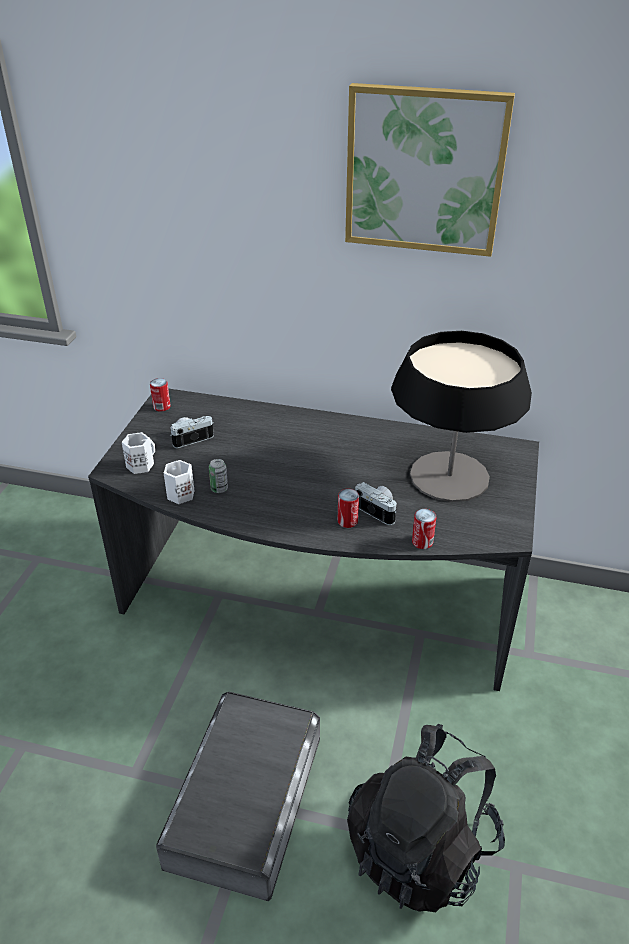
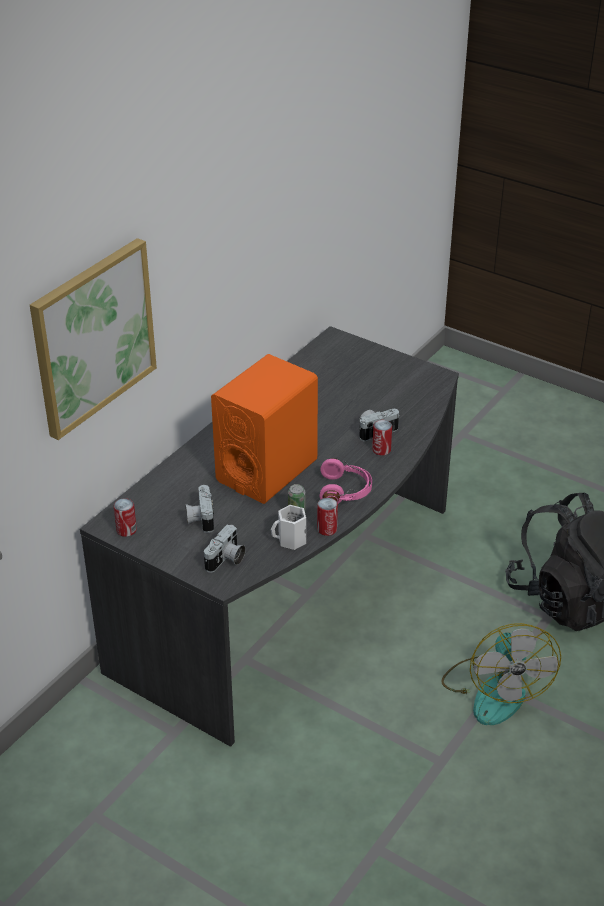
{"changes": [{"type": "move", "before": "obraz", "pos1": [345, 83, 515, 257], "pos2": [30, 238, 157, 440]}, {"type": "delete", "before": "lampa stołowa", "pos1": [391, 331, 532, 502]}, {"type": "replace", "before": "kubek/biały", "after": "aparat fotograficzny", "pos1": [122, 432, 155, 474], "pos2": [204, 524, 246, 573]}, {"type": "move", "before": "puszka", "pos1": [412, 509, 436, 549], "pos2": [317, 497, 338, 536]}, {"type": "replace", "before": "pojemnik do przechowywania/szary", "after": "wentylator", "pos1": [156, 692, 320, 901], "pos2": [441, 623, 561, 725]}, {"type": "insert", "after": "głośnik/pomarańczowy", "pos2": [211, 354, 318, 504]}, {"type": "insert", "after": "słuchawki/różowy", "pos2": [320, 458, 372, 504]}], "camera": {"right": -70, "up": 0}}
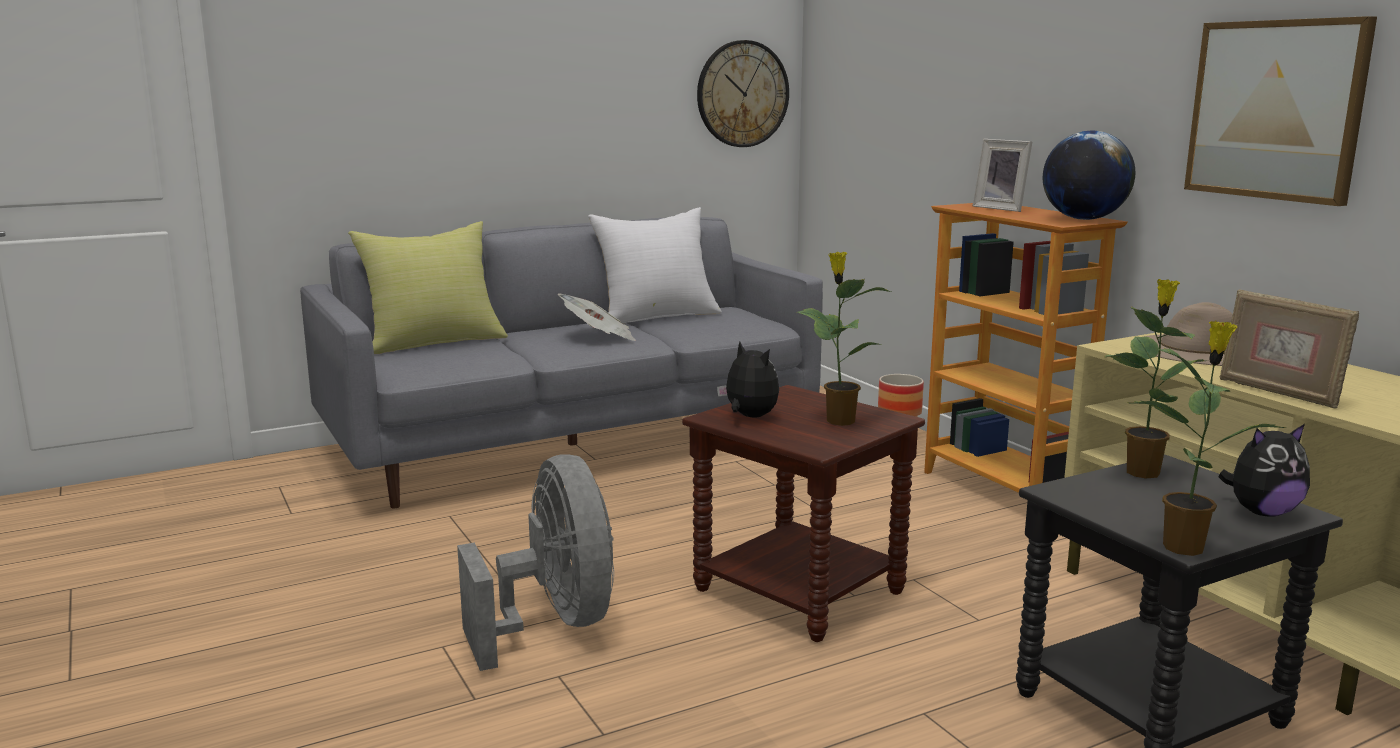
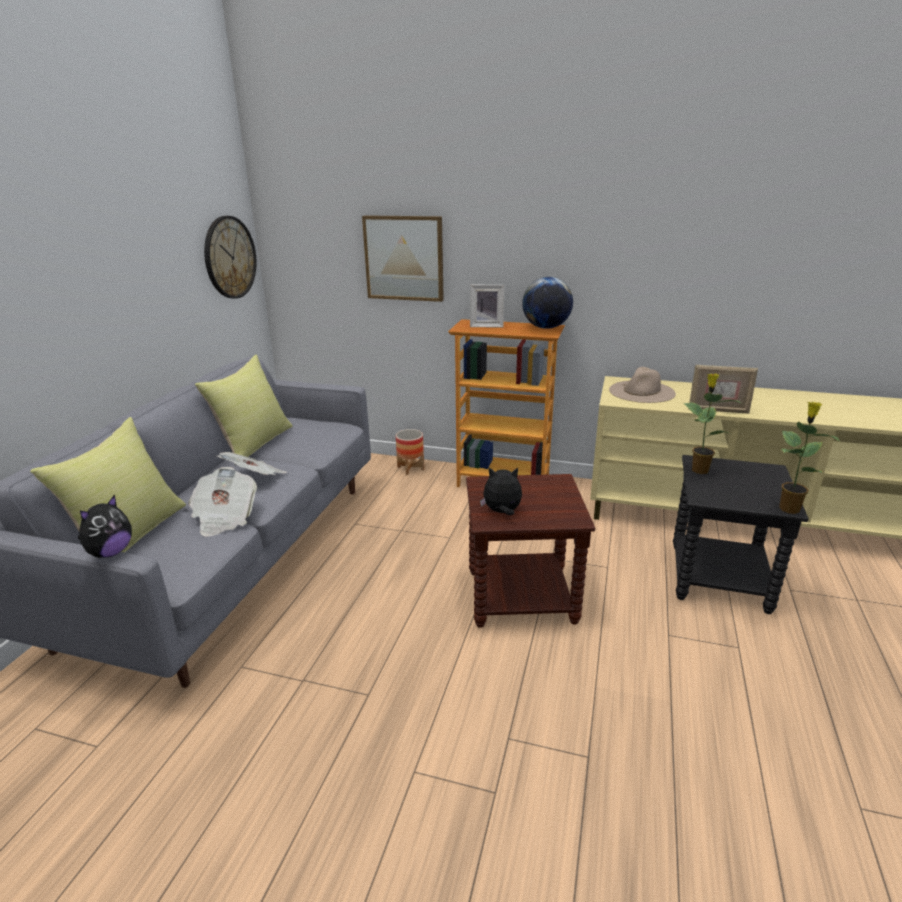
{"changes": [{"type": "move", "before": "obraz", "pos1": [1184, 16, 1377, 206], "pos2": [362, 215, 444, 302]}, {"type": "recolor", "before": "poduszka/biały", "after": "poduszka/żółty", "pos1": [588, 207, 722, 324], "pos2": [195, 355, 293, 465]}, {"type": "delete", "before": "roślina doniczkowa", "pos1": [797, 252, 891, 426]}, {"type": "move", "before": "pluszak", "pos1": [1218, 424, 1310, 517], "pos2": [78, 495, 132, 558]}, {"type": "delete", "before": "wentylator/szary", "pos1": [457, 454, 614, 671]}, {"type": "insert", "after": "gazeta", "pos2": [188, 467, 257, 537]}], "camera": {"right": -45, "up": 10}}
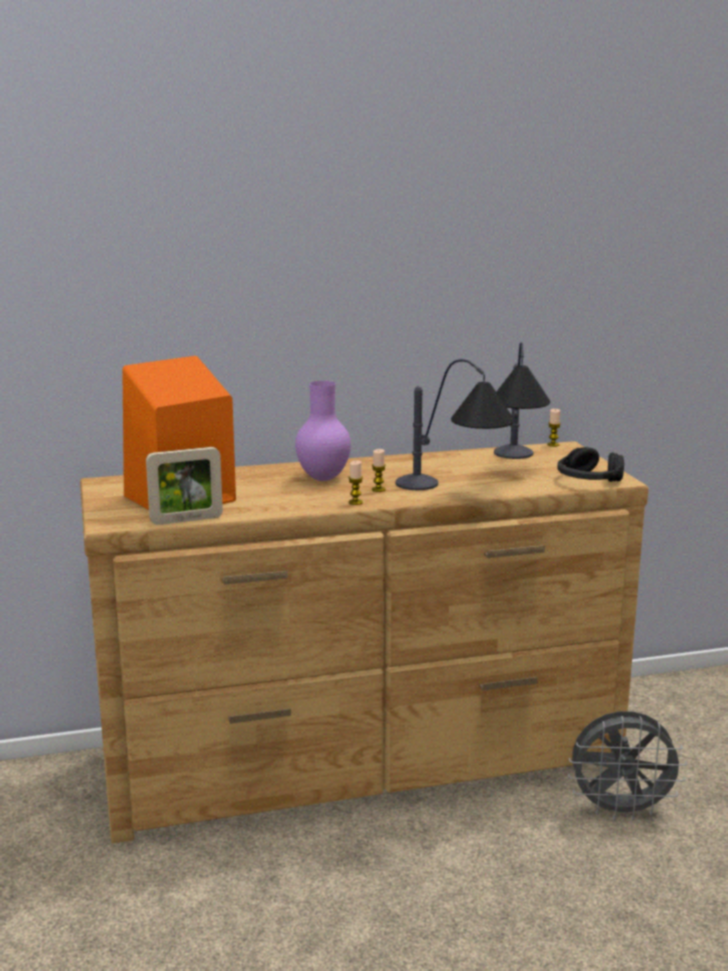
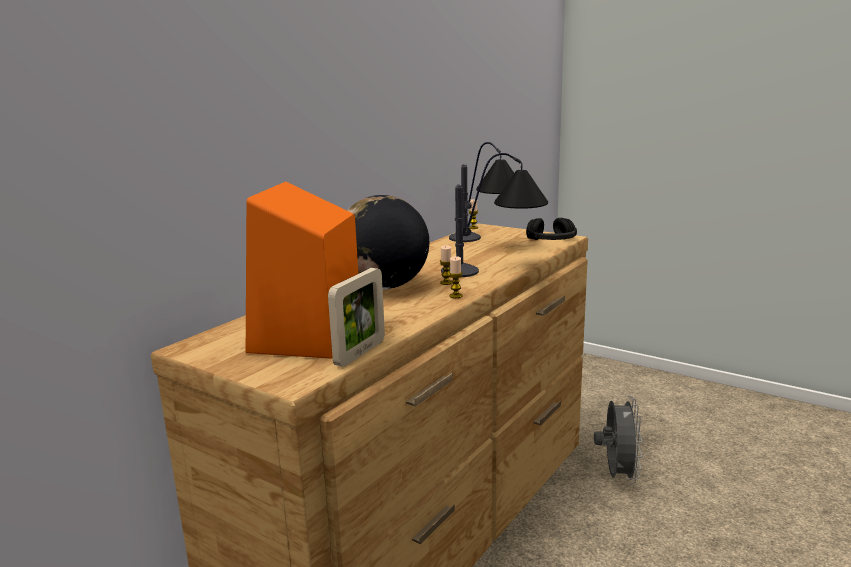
{"changes": [{"type": "replace", "before": "wazon/fioletowy", "after": "globus", "pos1": [295, 381, 351, 481], "pos2": [347, 195, 429, 290]}, {"type": "rotate", "before": "wentylator/szary", "pos1": [568, 711, 687, 821], "pos2": [594, 396, 642, 484], "turn": -45}], "camera": {"right": -40, "up": 0}}
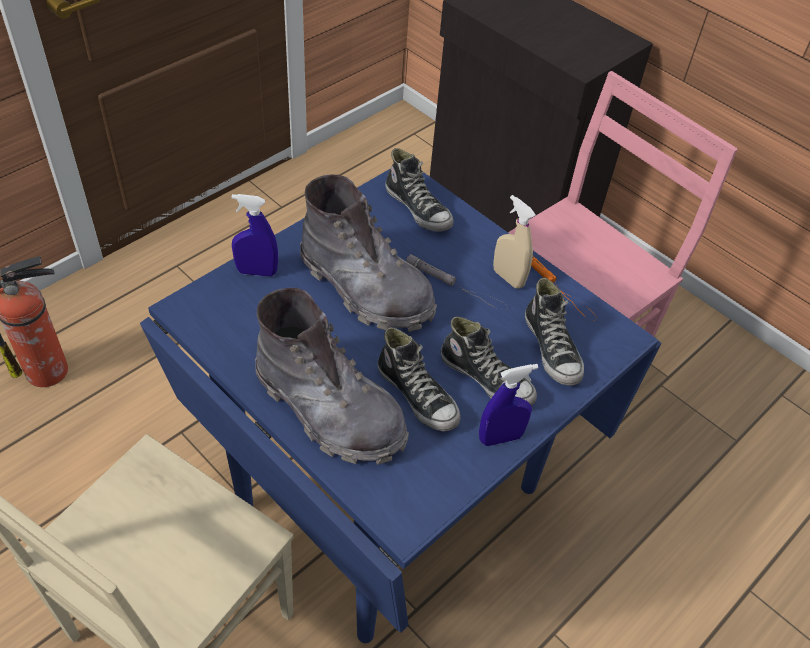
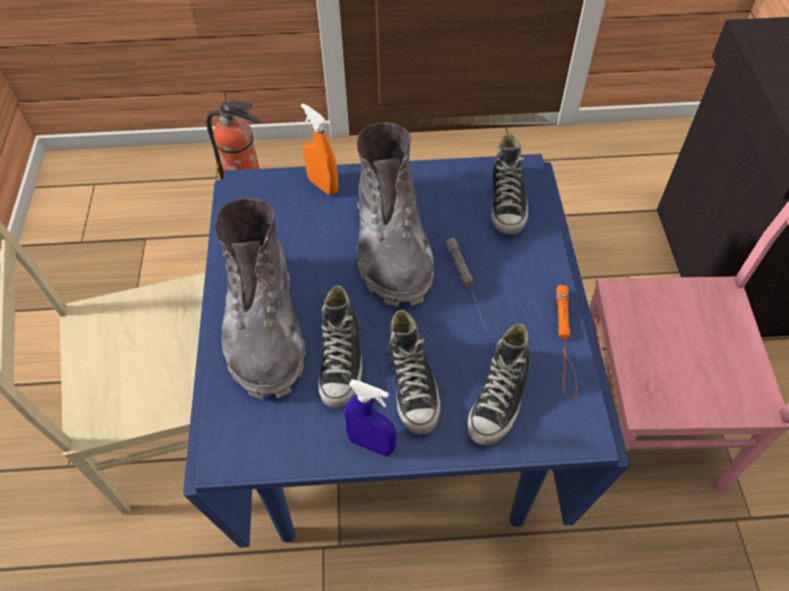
{"changes": [{"type": "recolor", "before": "spryskiwacz/niebieski", "after": "spryskiwacz/pomarańczowy", "pos1": [231, 194, 278, 277], "pos2": [301, 103, 338, 195]}, {"type": "delete", "before": "spryskiwacz/beżowy", "pos1": [493, 195, 536, 289]}], "camera": {"right": 45, "up": 5}}
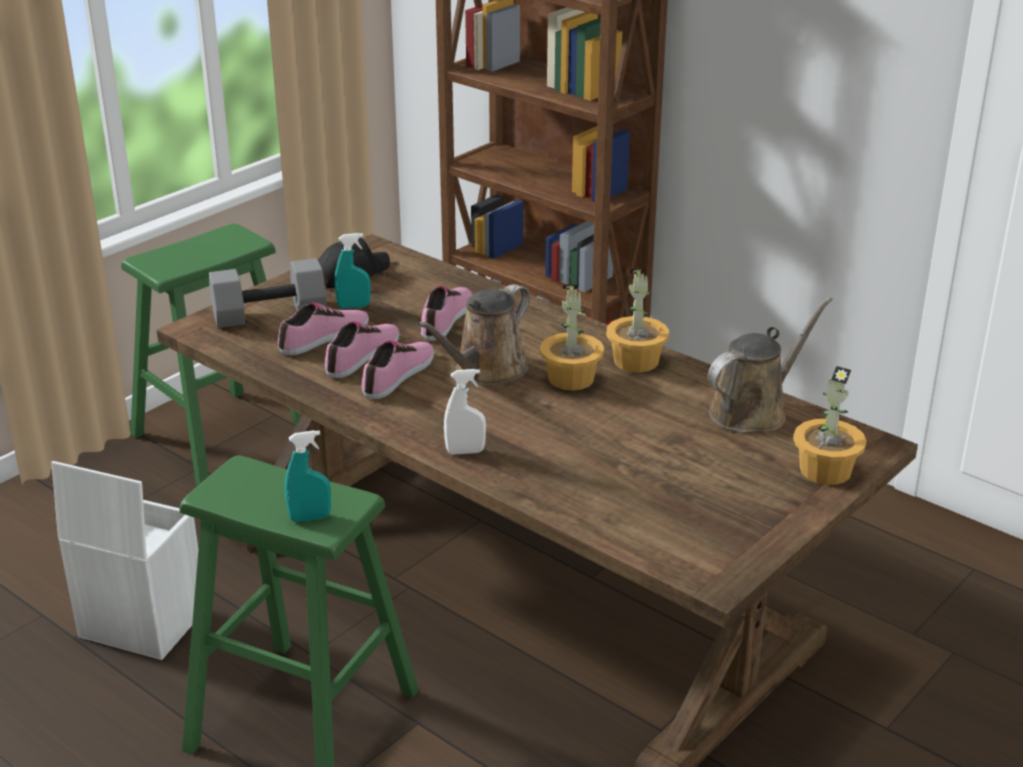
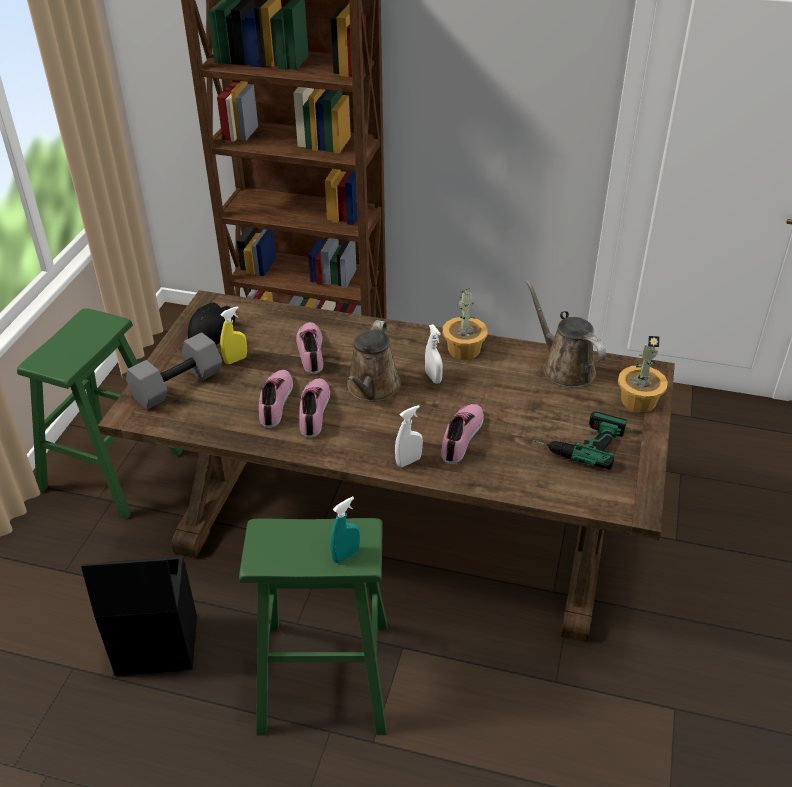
{"changes": [{"type": "recolor", "before": "spryskiwacz/turkusowy", "after": "spryskiwacz/żółty", "pos1": [335, 233, 371, 309], "pos2": [220, 306, 247, 364]}, {"type": "replace", "before": "roślina doniczkowa", "after": "spryskiwacz/biały", "pos1": [540, 285, 604, 391], "pos2": [425, 324, 443, 384]}, {"type": "rotate", "before": "konewka/brązowy", "pos1": [708, 297, 833, 433], "pos2": [525, 280, 606, 388], "turn": -60}, {"type": "move", "before": "but", "pos1": [278, 302, 369, 355], "pos2": [441, 404, 484, 464]}, {"type": "recolor", "before": "pojemnik do przechowywania/biały", "after": "pojemnik do przechowywania/czarny", "pos1": [51, 461, 198, 660], "pos2": [81, 556, 197, 676]}, {"type": "insert", "after": "wiertarka", "pos2": [533, 412, 627, 470]}], "camera": {"right": -25, "up": 10}}
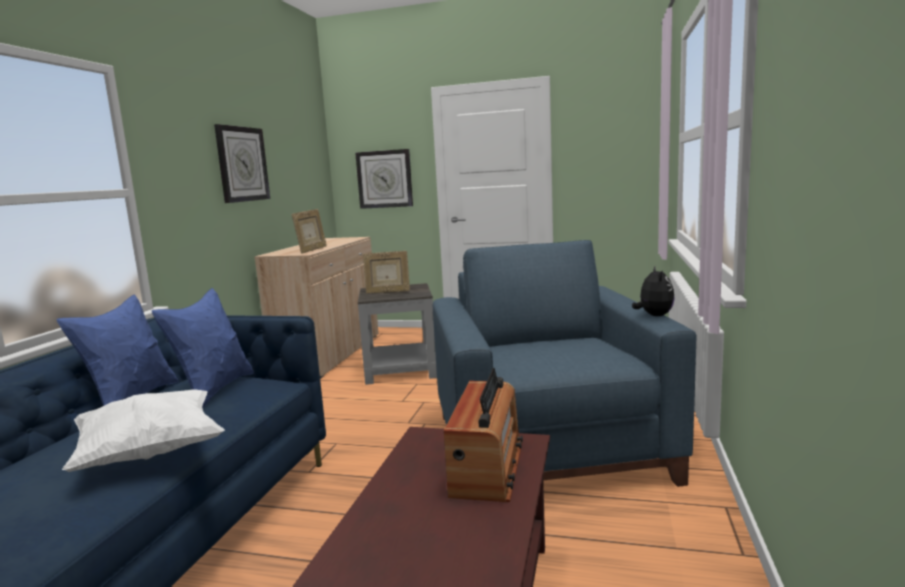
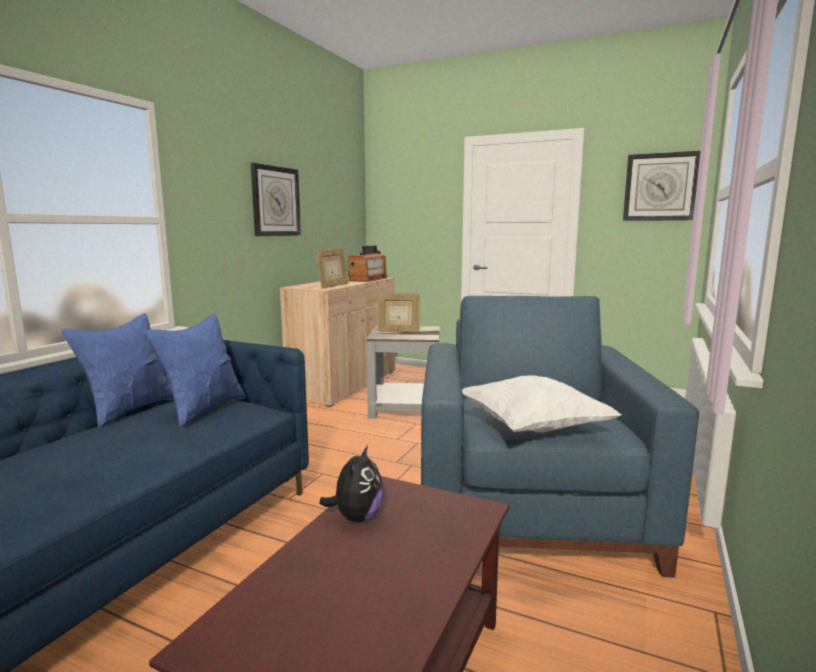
{"changes": [{"type": "move", "before": "zegar ścienny", "pos1": [355, 149, 413, 209], "pos2": [623, 151, 701, 221]}, {"type": "move", "before": "pluszak", "pos1": [632, 267, 675, 316], "pos2": [319, 445, 383, 522]}, {"type": "move", "before": "radio", "pos1": [444, 368, 523, 502], "pos2": [348, 246, 387, 282]}, {"type": "move", "before": "poduszka/biały", "pos1": [62, 389, 225, 472], "pos2": [462, 375, 622, 433]}], "camera": {"right": 10, "up": 0}}
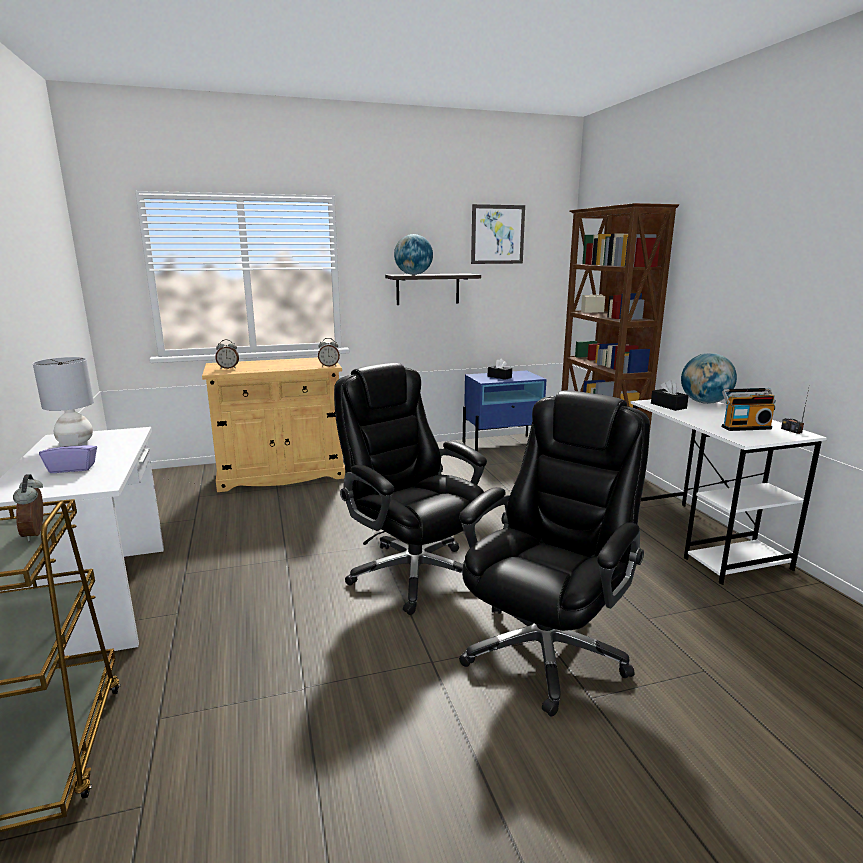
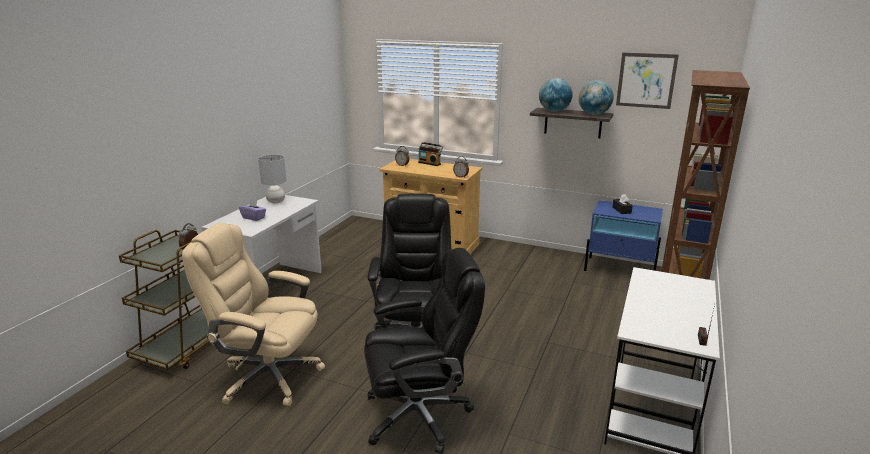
{"changes": [{"type": "move", "before": "globus", "pos1": [681, 353, 737, 404], "pos2": [579, 80, 614, 115]}, {"type": "delete", "before": "pudełko chusteczek/czarny", "pos1": [651, 380, 689, 411]}, {"type": "move", "before": "radio", "pos1": [722, 388, 776, 431], "pos2": [418, 142, 443, 166]}, {"type": "insert", "after": "krzesło biurowe/beżowy", "pos2": [182, 223, 325, 406]}], "camera": {"right": 40, "up": 5}}
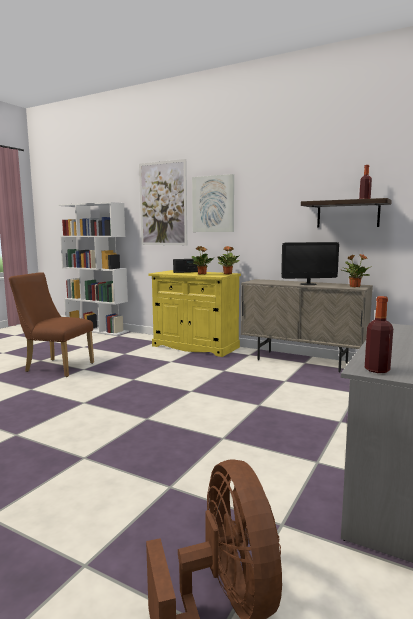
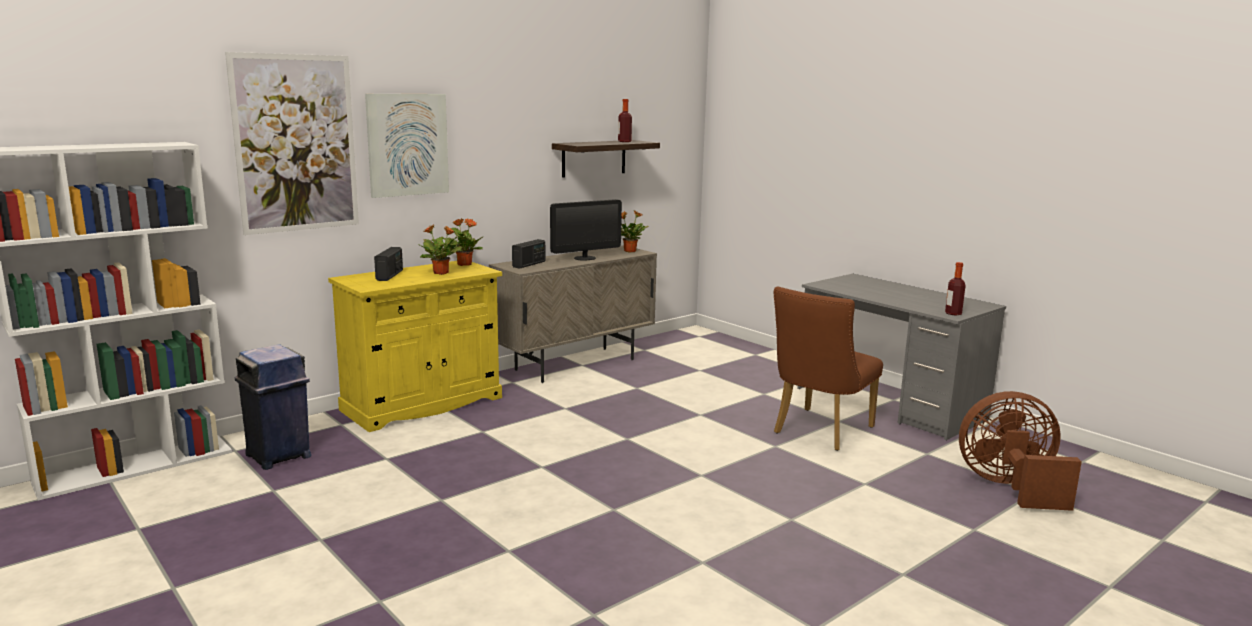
{"changes": [{"type": "rotate", "before": "monitor", "pos1": [281, 242, 339, 285], "pos2": [550, 199, 622, 261], "turn": 45}, {"type": "move", "before": "krzesło/brązowy", "pos1": [9, 272, 94, 377], "pos2": [774, 287, 883, 451]}, {"type": "insert", "after": "radio", "pos2": [512, 239, 545, 268]}, {"type": "insert", "after": "kosz na śmieci/niebieski", "pos2": [235, 344, 311, 470]}], "camera": {"right": -70, "up": 5}}
